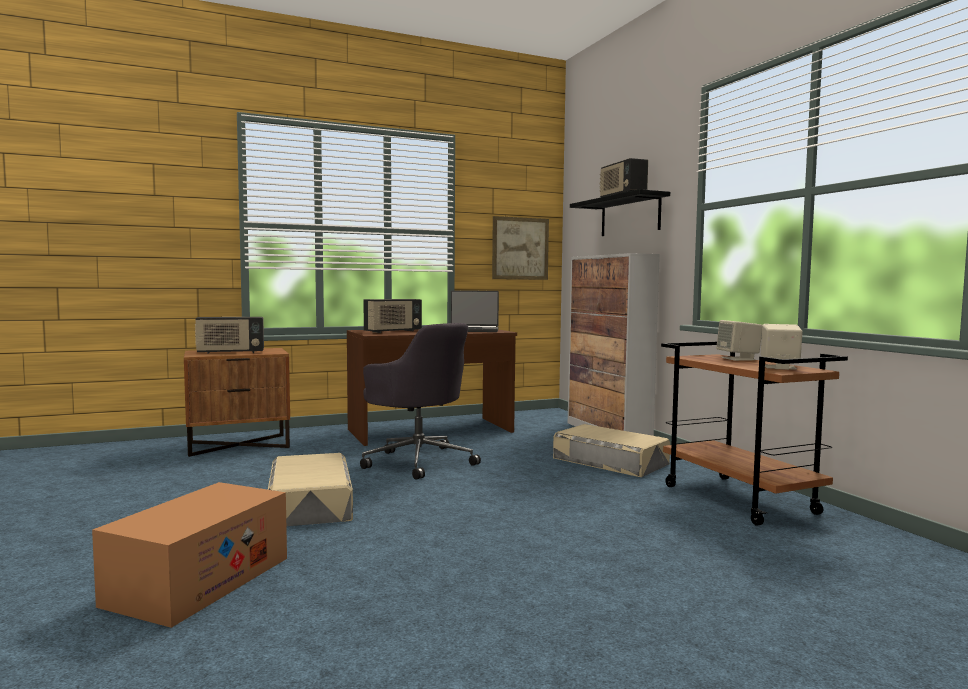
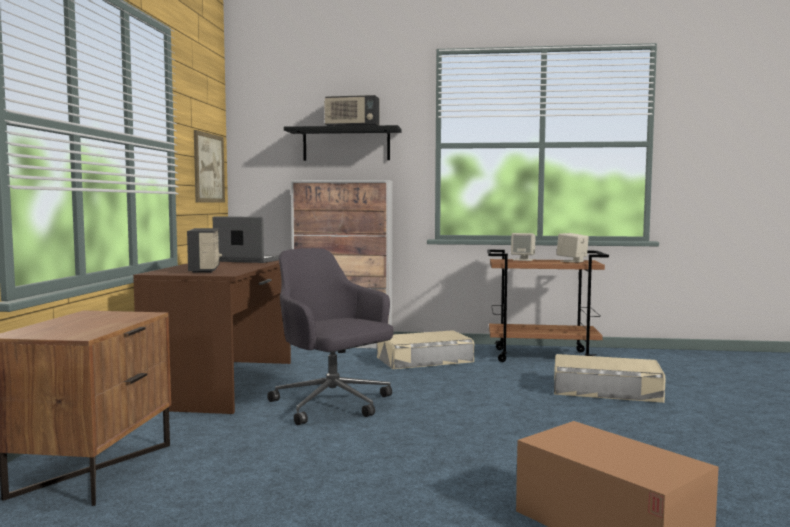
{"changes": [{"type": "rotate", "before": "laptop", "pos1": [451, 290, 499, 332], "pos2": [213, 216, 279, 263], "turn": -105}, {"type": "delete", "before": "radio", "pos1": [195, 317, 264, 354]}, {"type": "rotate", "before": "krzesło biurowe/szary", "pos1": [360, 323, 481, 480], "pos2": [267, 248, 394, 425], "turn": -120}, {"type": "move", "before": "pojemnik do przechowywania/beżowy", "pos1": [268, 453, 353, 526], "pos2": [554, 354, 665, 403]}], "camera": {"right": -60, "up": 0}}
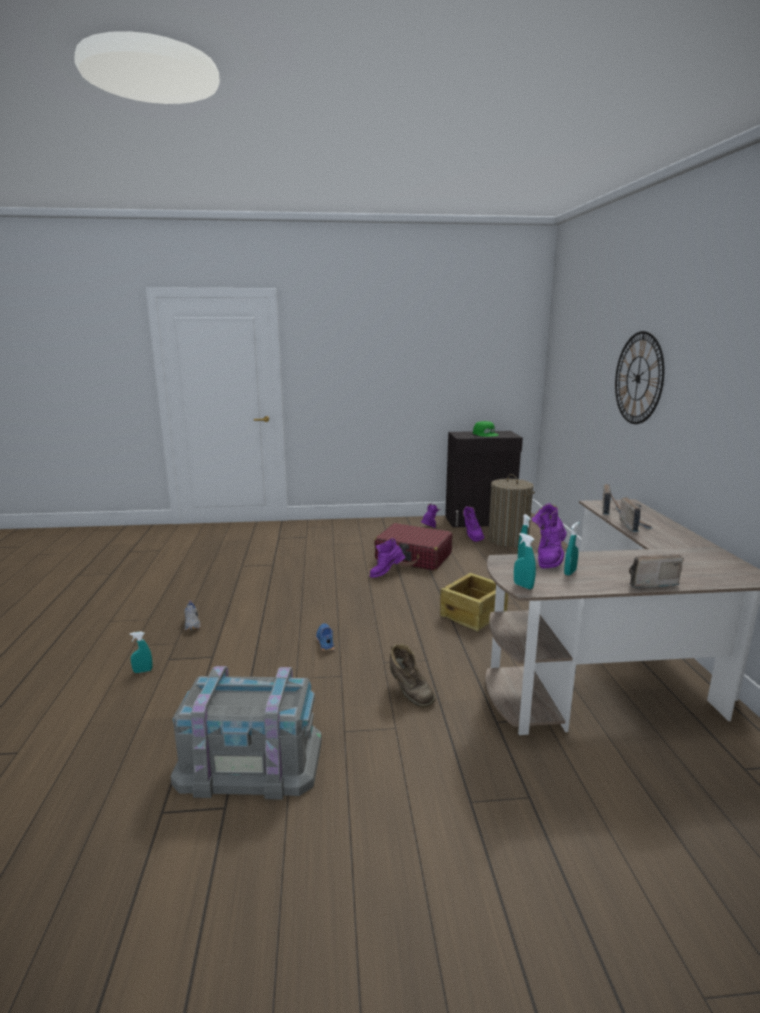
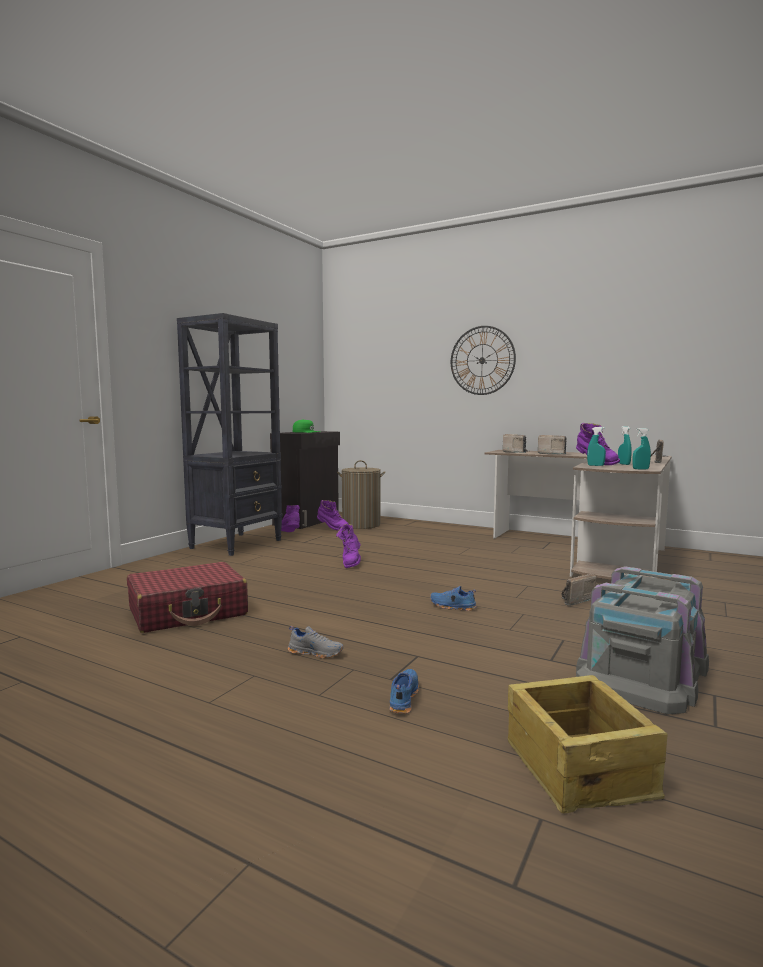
{"changes": [{"type": "move", "before": "walizka/czerwony", "pos1": [374, 523, 452, 571], "pos2": [127, 562, 248, 633]}, {"type": "move", "before": "skrzynka", "pos1": [440, 573, 508, 631], "pos2": [508, 675, 668, 813]}, {"type": "replace", "before": "spryskiwacz/turkusowy", "after": "but/niebieski", "pos1": [130, 632, 152, 673], "pos2": [390, 669, 419, 714]}, {"type": "replace", "before": "but z cholewką/brązowy", "after": "radio", "pos1": [390, 643, 436, 708], "pos2": [561, 574, 597, 606]}, {"type": "insert", "after": "regał/czarny", "pos2": [177, 313, 282, 556]}], "camera": {"right": -55, "up": -10}}
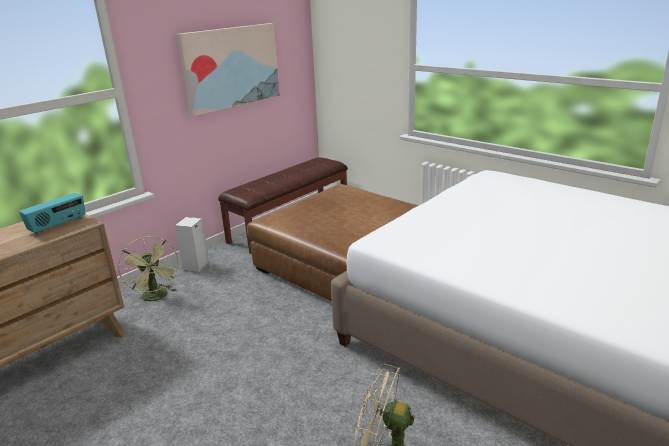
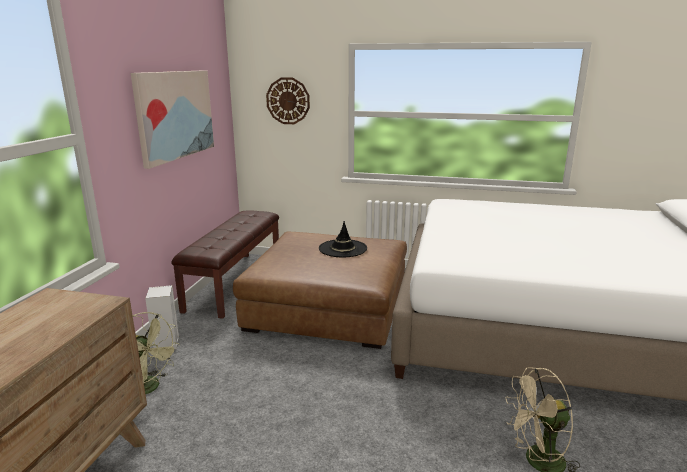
{"changes": [{"type": "delete", "before": "radio", "pos1": [19, 193, 85, 235]}, {"type": "insert", "after": "zegar ścienny", "pos2": [266, 77, 310, 124]}, {"type": "insert", "after": "kapelusz/czarny", "pos2": [319, 221, 367, 257]}], "camera": {"right": -30, "up": -5}}
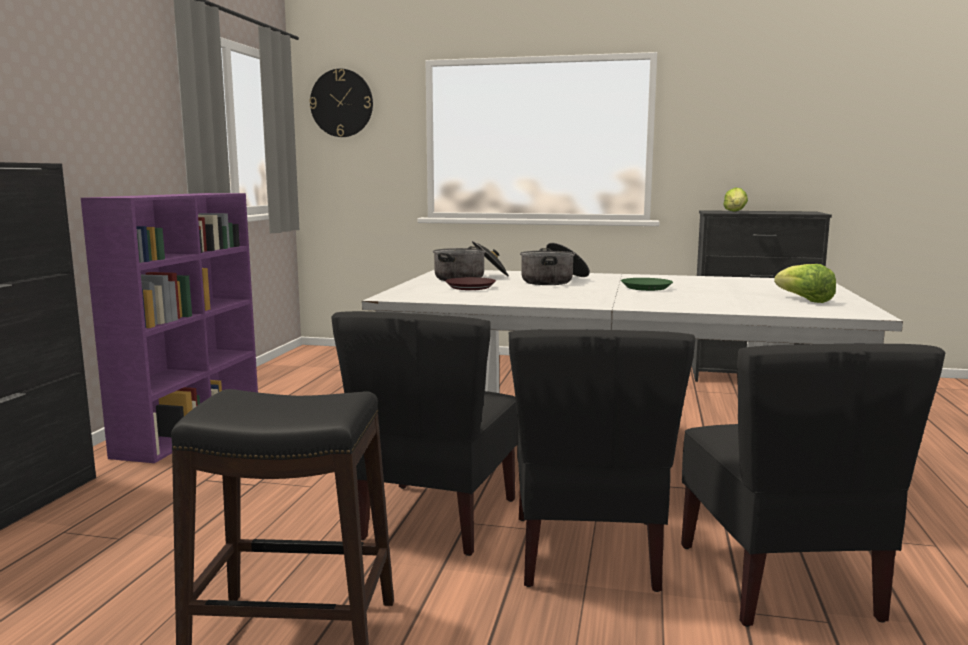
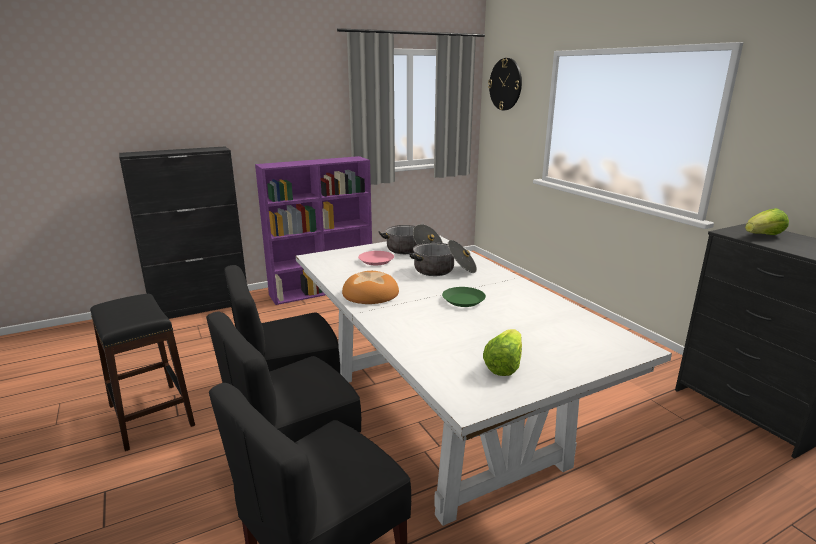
{"changes": [{"type": "recolor", "before": "talerz/brązowy", "after": "talerz/różowy", "pos1": [445, 277, 496, 290], "pos2": [358, 251, 394, 265]}, {"type": "insert", "after": "chleb", "pos2": [342, 271, 399, 304]}], "camera": {"right": 50, "up": 10}}
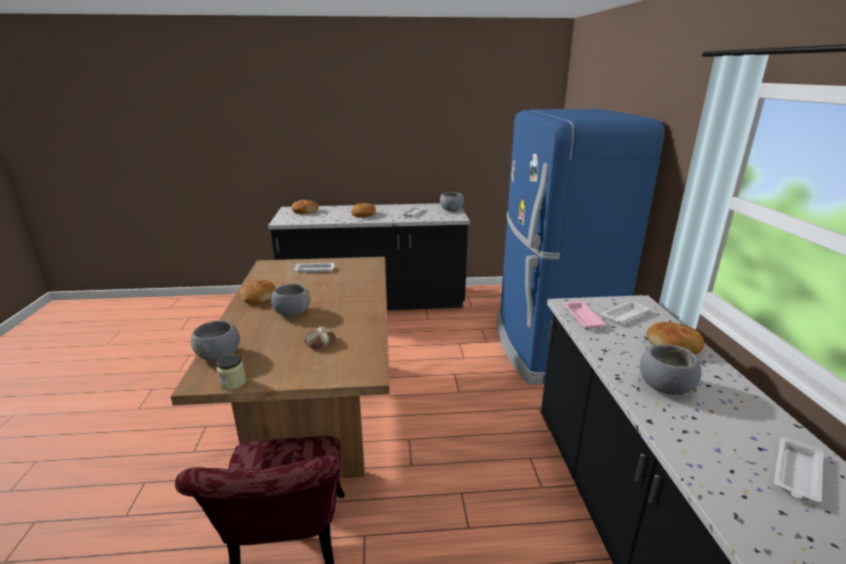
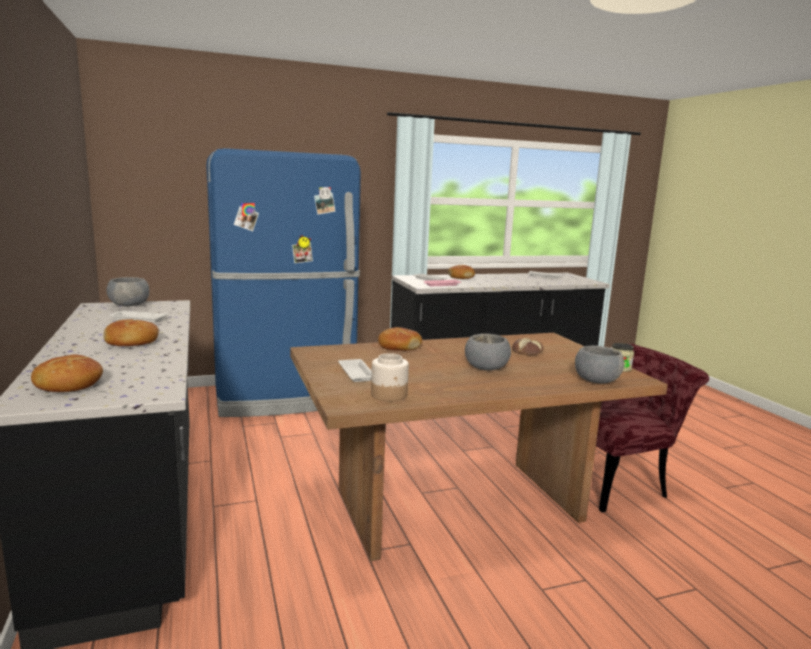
{"changes": [{"type": "move", "before": "chleb", "pos1": [240, 280, 276, 304], "pos2": [378, 327, 422, 351]}, {"type": "delete", "before": "miska/szary", "pos1": [640, 344, 702, 395]}, {"type": "insert", "after": "słoik", "pos2": [371, 353, 409, 401]}], "camera": {"right": -105, "up": -10}}
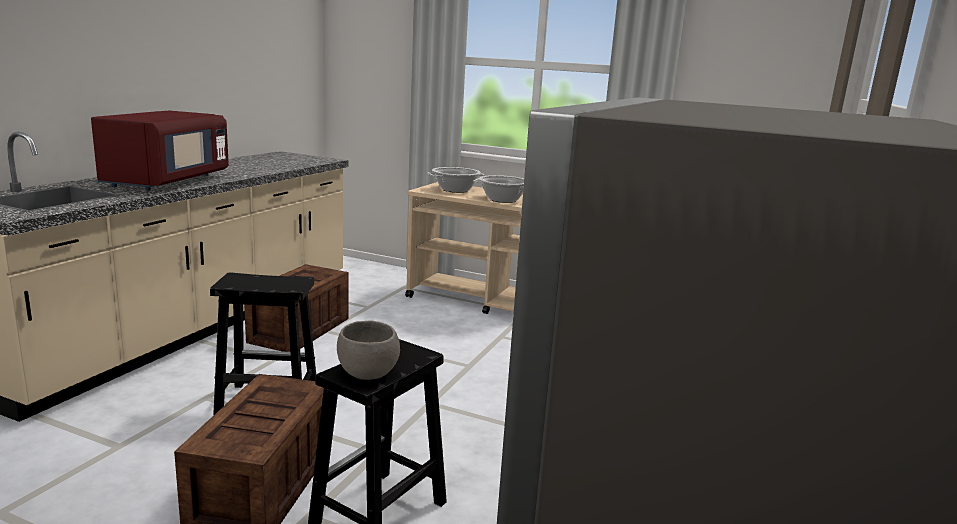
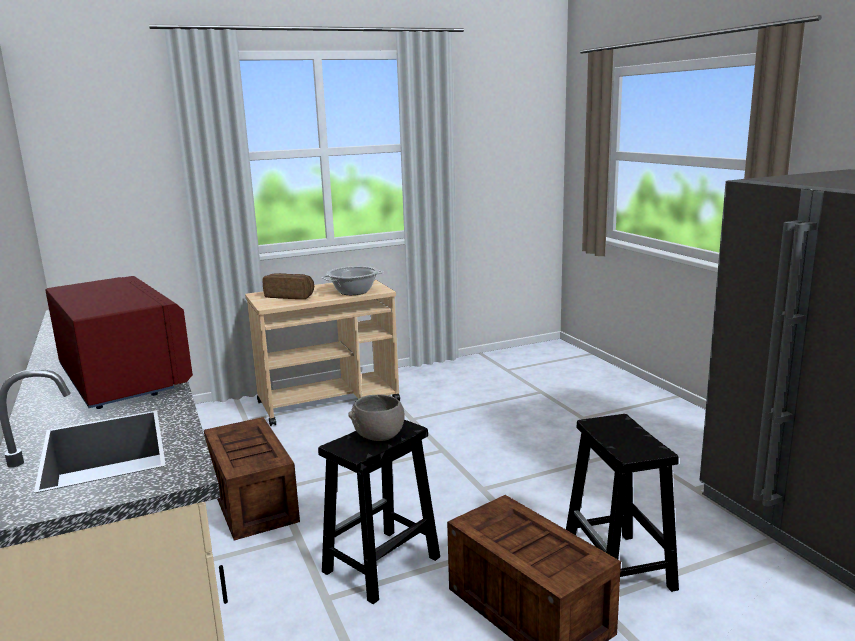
{"changes": [{"type": "replace", "before": "garnek", "after": "chleb", "pos1": [427, 167, 485, 193], "pos2": [263, 273, 314, 299]}, {"type": "move", "before": "miska/szary", "pos1": [337, 321, 400, 380], "pos2": [349, 394, 405, 441]}], "camera": {"right": -45, "up": 0}}
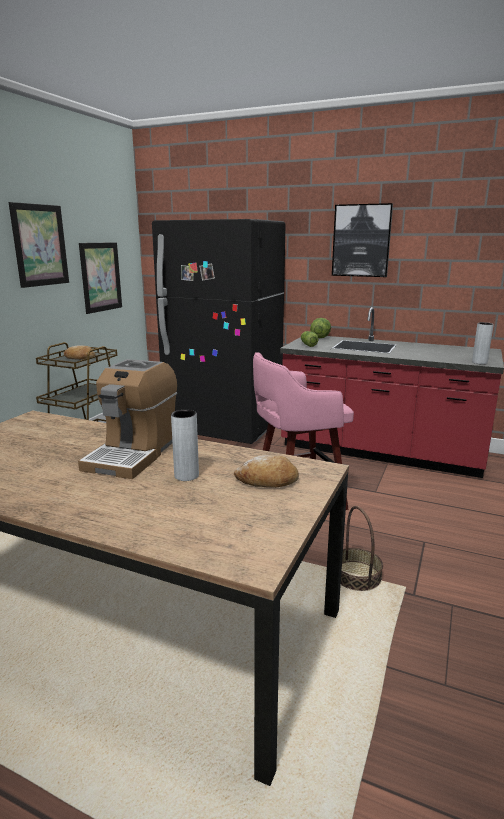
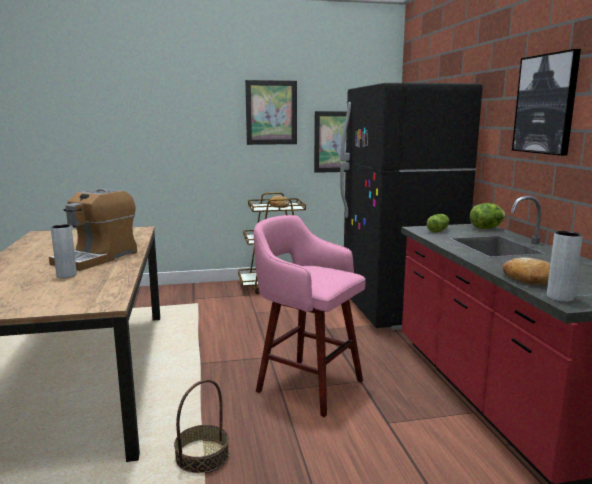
{"changes": [{"type": "rotate", "before": "ekspres do kawy", "pos1": [78, 359, 177, 479], "pos2": [49, 189, 137, 271], "turn": -45}, {"type": "move", "before": "chleb", "pos1": [234, 455, 299, 488], "pos2": [502, 257, 550, 286]}], "camera": {"right": 55, "up": -5}}
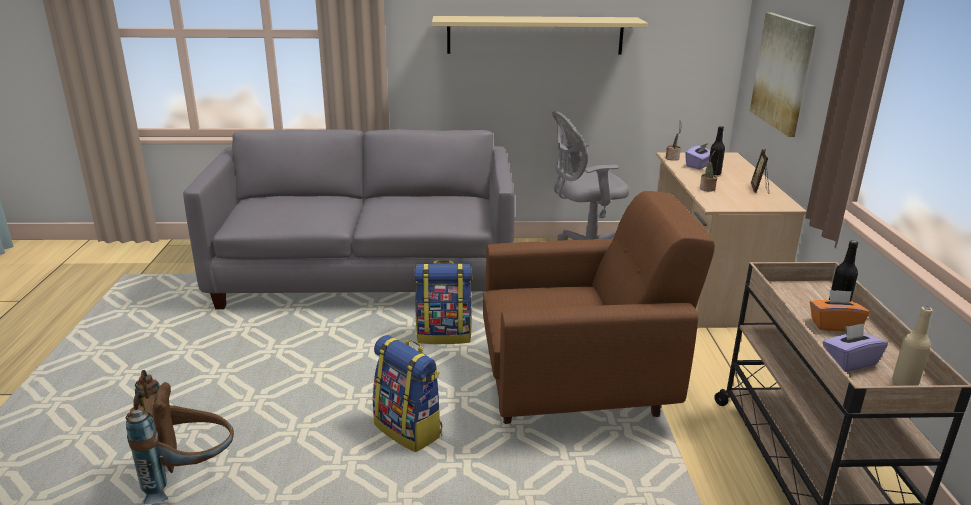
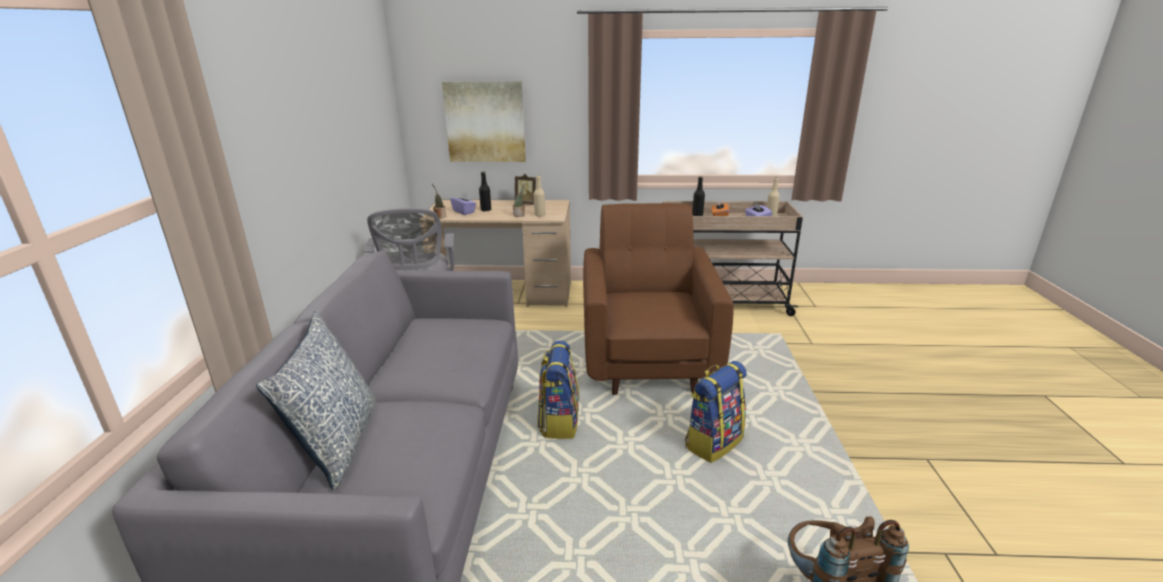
{"changes": [{"type": "delete", "before": "półka/beżowy", "pos1": [432, 16, 648, 55]}, {"type": "insert", "after": "butelka/beżowy", "pos2": [534, 175, 545, 216]}, {"type": "insert", "after": "poduszka", "pos2": [256, 311, 376, 490]}], "camera": {"right": -85, "up": 0}}
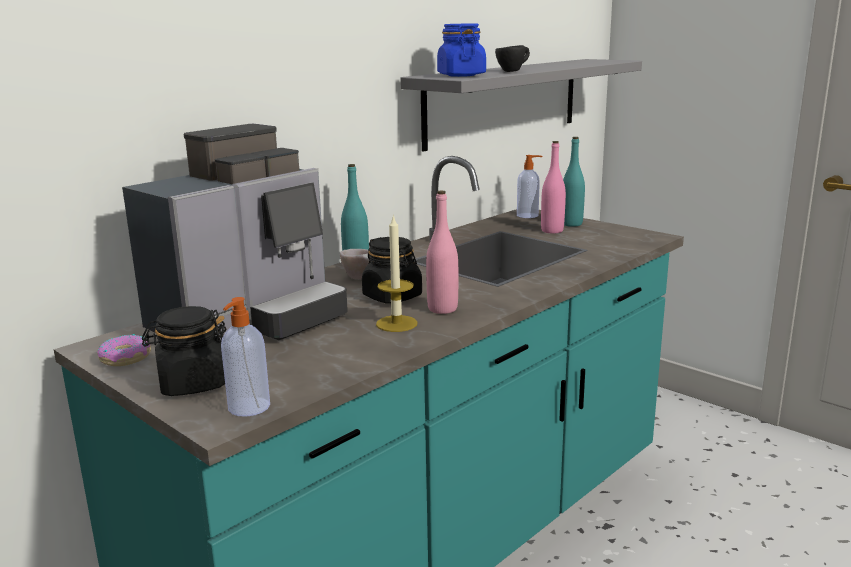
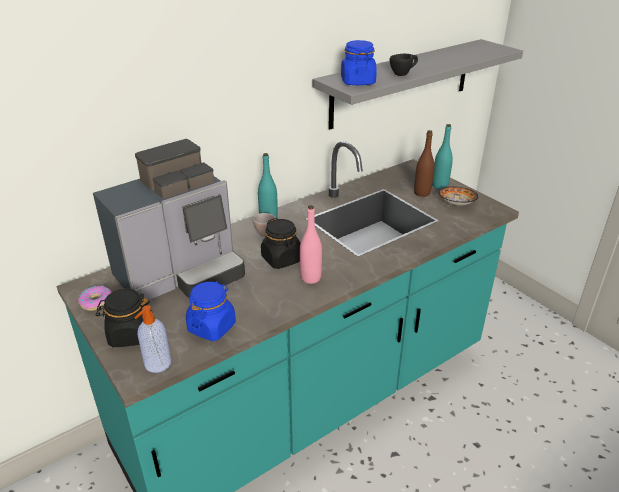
{"changes": [{"type": "recolor", "before": "butelka/różowy", "after": "butelka/brązowy", "pos1": [541, 141, 566, 234], "pos2": [414, 130, 434, 197]}, {"type": "delete", "before": "dozownik mydła", "pos1": [517, 155, 542, 218]}, {"type": "delete", "before": "świeca", "pos1": [376, 215, 418, 332]}, {"type": "insert", "after": "miska", "pos2": [438, 187, 479, 205]}, {"type": "insert", "after": "słoik/niebieski", "pos2": [186, 281, 236, 341]}], "camera": {"right": 10, "up": 15}}
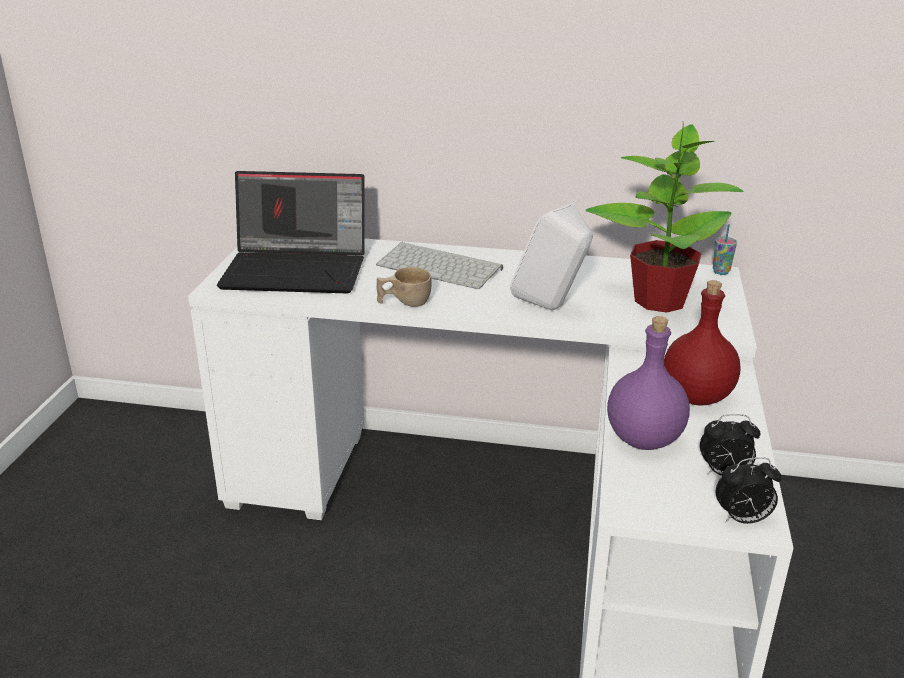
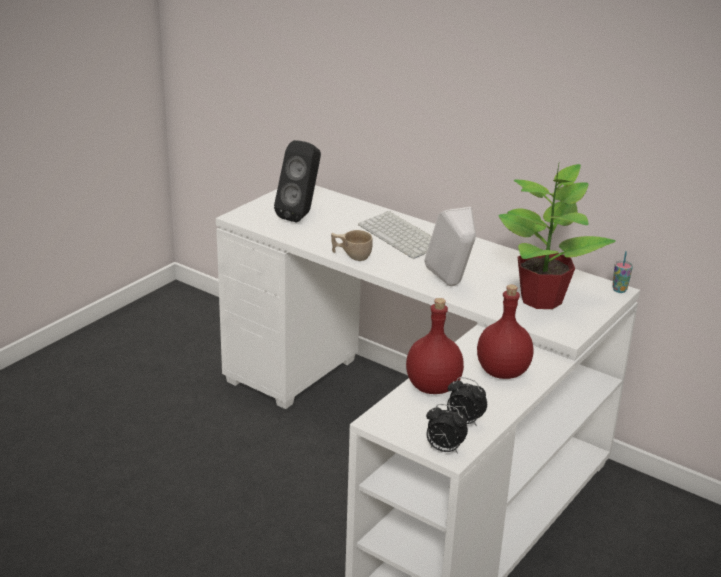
{"changes": [{"type": "replace", "before": "laptop", "after": "głośnik/czarny", "pos1": [217, 171, 365, 293], "pos2": [274, 140, 321, 223]}, {"type": "recolor", "before": "butelka/fioletowy", "after": "butelka/czerwony", "pos1": [607, 316, 690, 450], "pos2": [406, 298, 464, 394]}], "camera": {"right": 25, "up": 0}}
